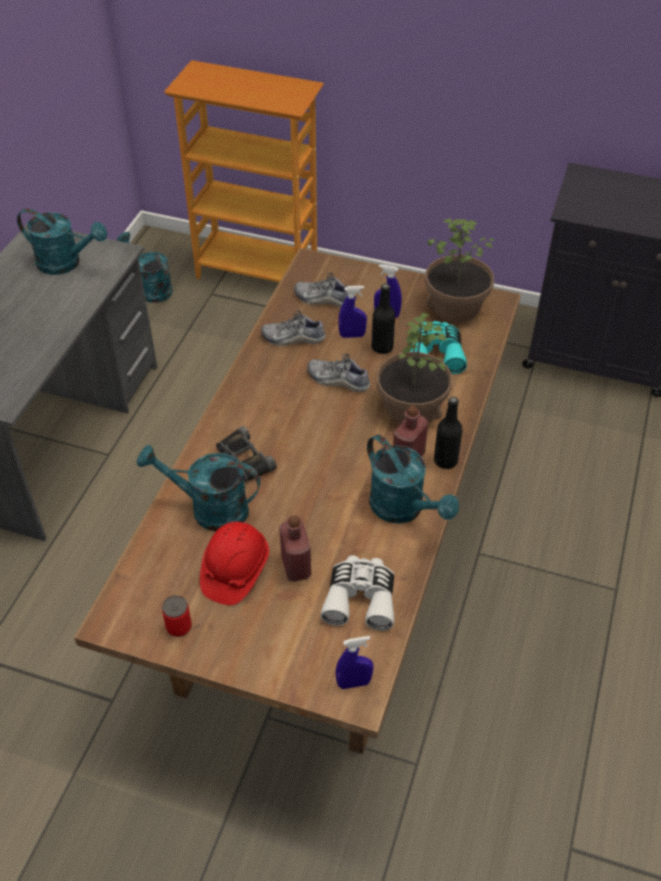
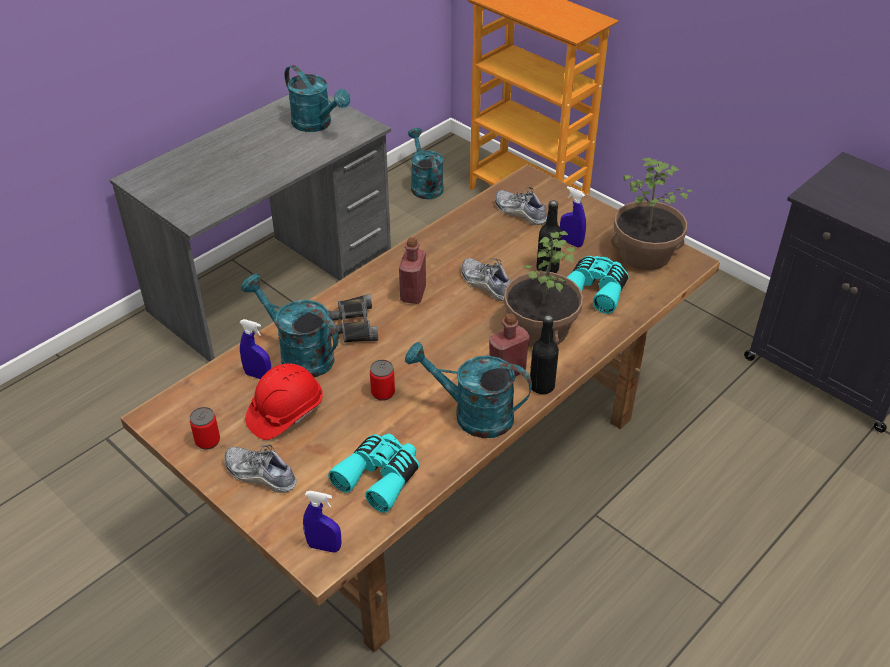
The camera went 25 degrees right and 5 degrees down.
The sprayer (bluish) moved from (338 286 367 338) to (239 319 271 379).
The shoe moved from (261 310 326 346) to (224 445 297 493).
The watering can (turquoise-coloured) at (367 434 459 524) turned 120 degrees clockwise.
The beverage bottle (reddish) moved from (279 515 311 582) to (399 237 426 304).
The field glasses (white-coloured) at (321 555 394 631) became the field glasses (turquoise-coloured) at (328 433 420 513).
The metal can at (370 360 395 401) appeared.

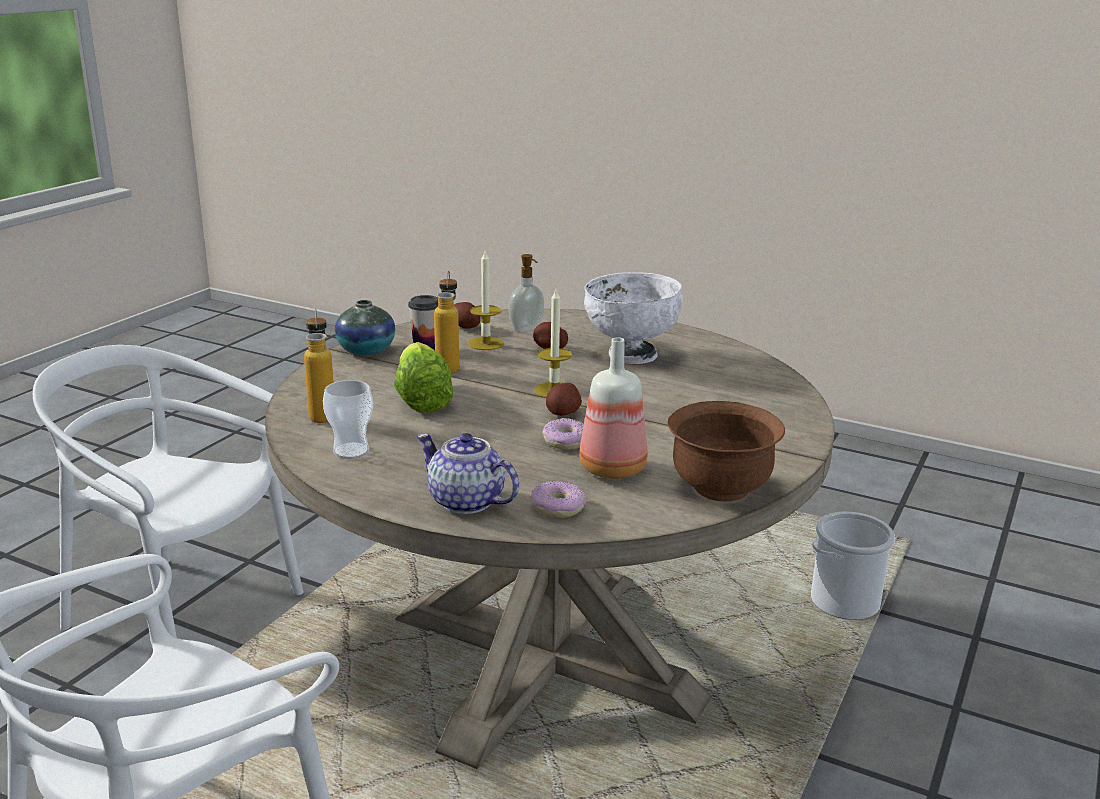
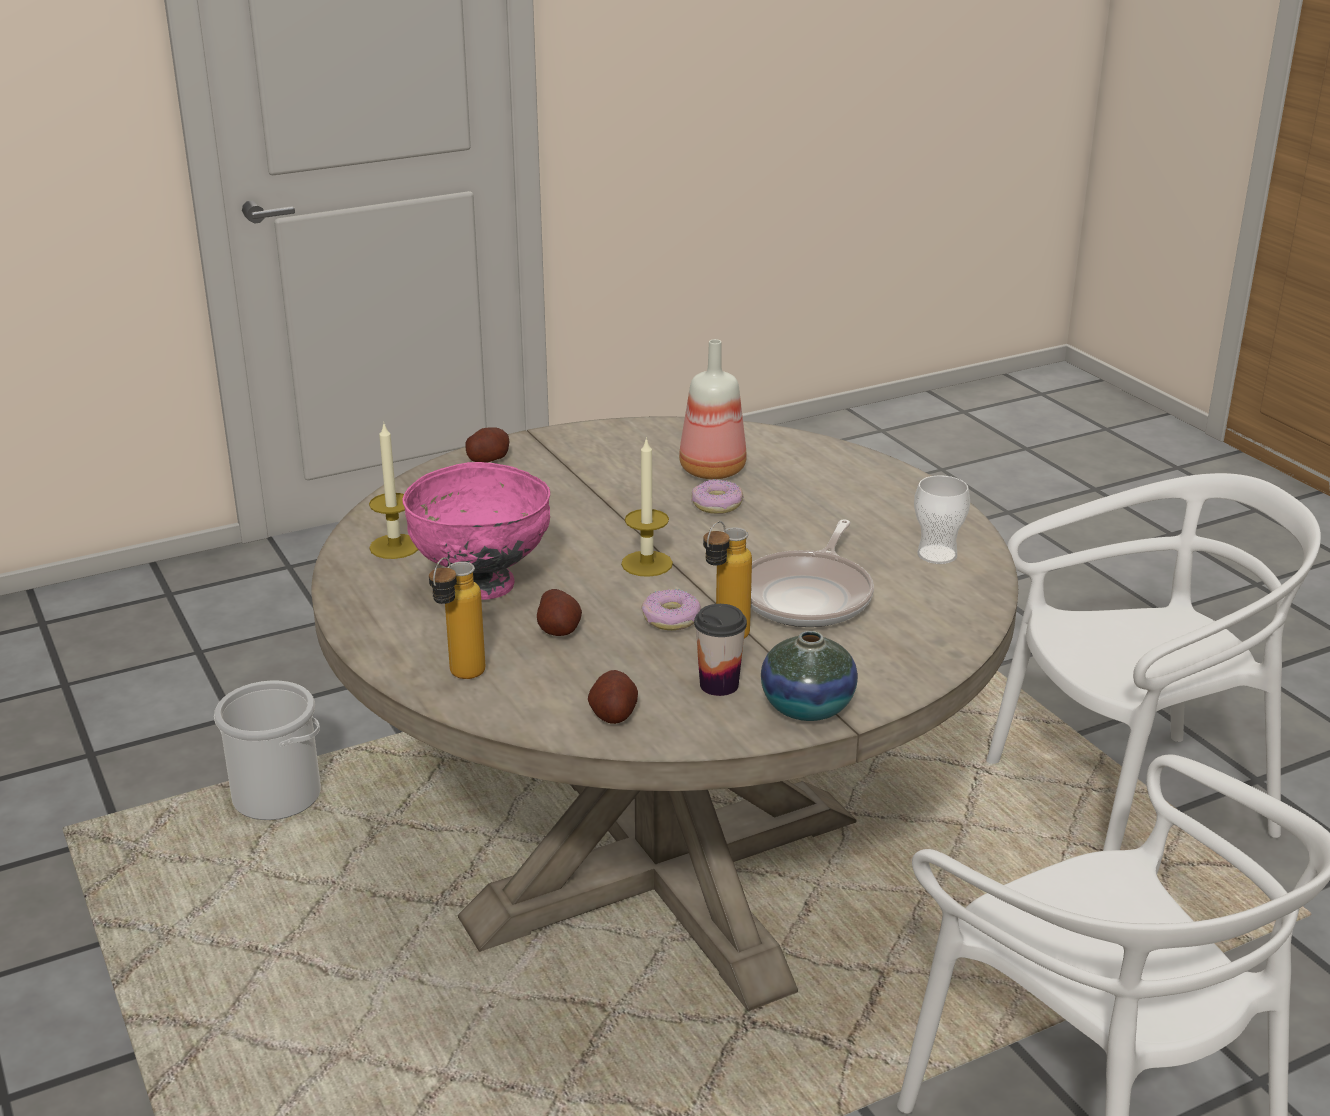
The camera went 145 degrees left and 5 degrees up.
The candle moved from (468 251 504 350) to (369 424 418 559).
The soap bottle at (508 254 544 332) disappeared.
The deep dish (white-coloured) at (584 272 683 364) became the deep dish (pinkish) at (403 462 550 600).
The beverage bottle moved from (304 308 334 423) to (429 557 485 679).
The lettuce at (394 342 453 413) was replaced by the skillet at (751 520 874 627).
The potato moved from (546 383 582 416) to (466 427 509 463).
The deep dish (brown-coloured) at (668 401 785 502) disappeared.
The pot for tea at (417 433 519 514) disappeared.
The donut moved from (530 481 586 518) to (641 589 701 630).

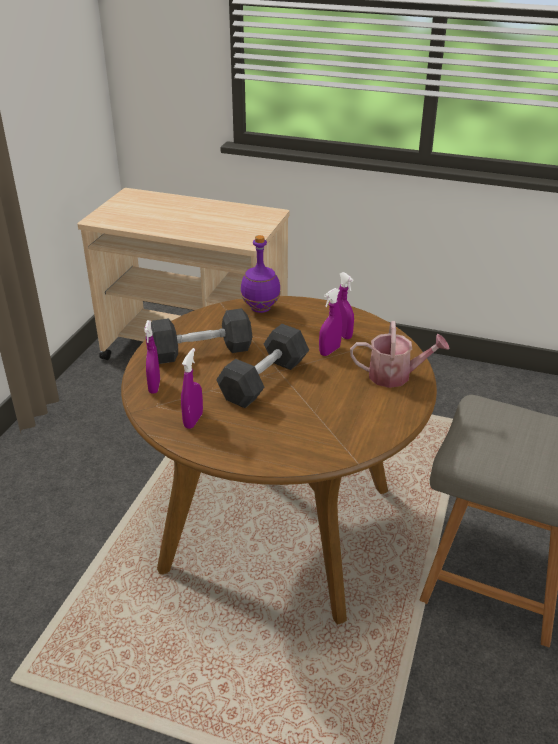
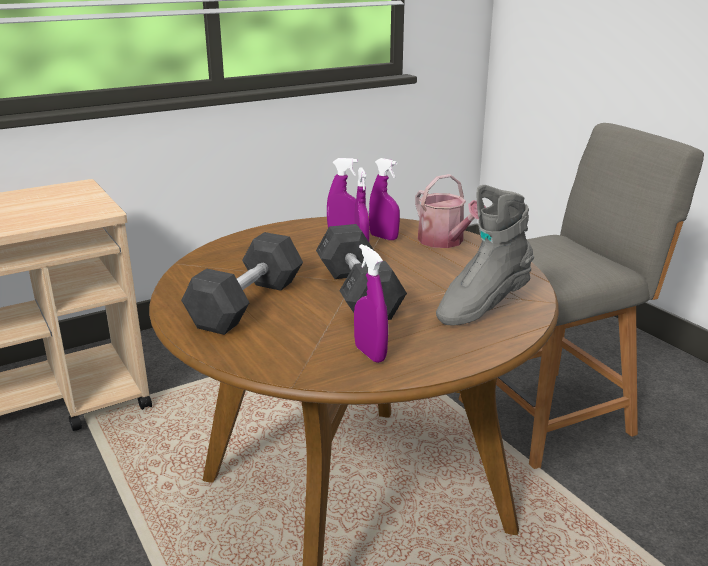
The camera went 50 degrees left and 10 degrees down.
The beverage bottle (purple) at (241 235 281 313) disappeared.
The sprayer (purple) moved from (145 320 160 394) to (369 158 400 240).
The watering can at (350 321 449 388) turned 105 degrees clockwise.
The high-top boot (gray) at (436 185 534 326) appeared.

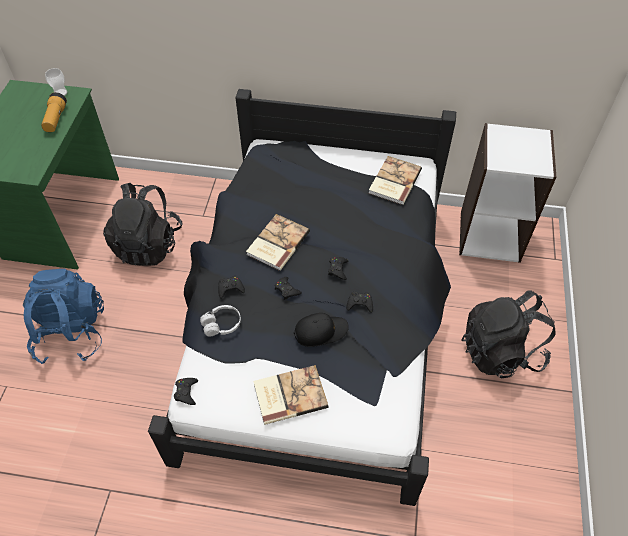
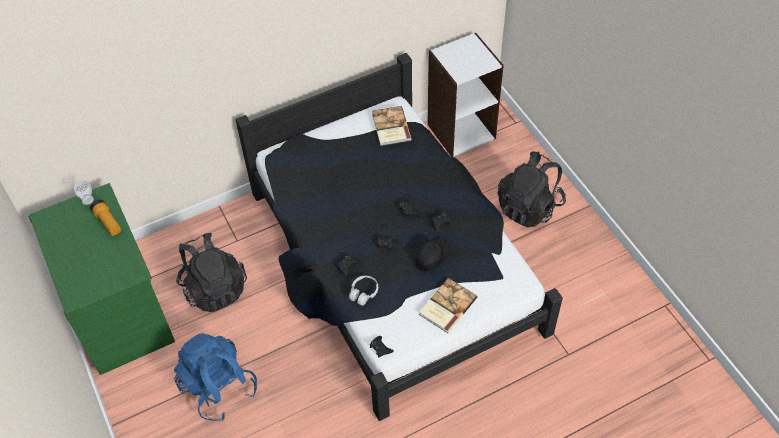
The camera went 35 degrees left and 0 degrees up.
The book at (246 214 310 271) disappeared.

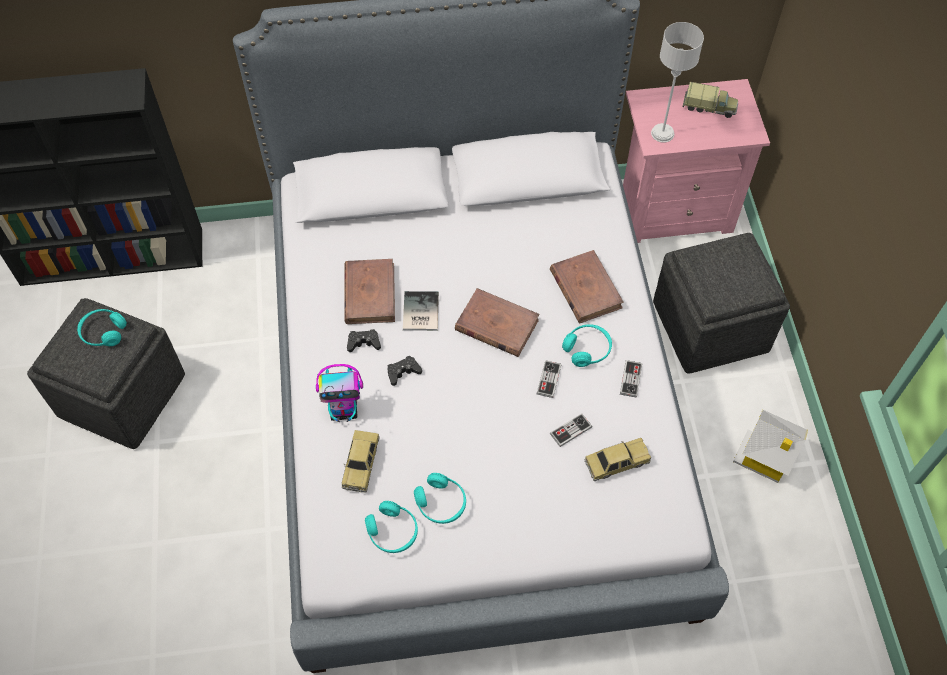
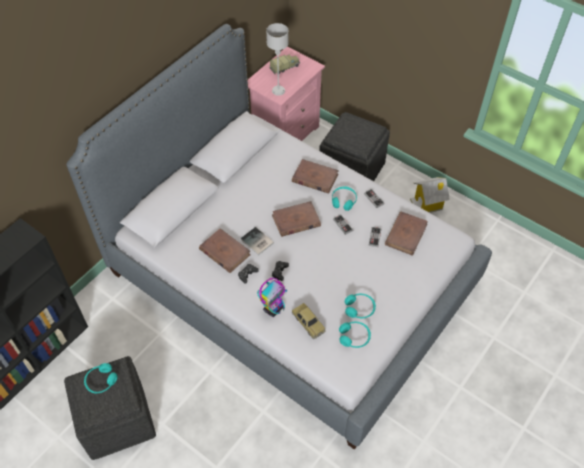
The camera went 45 degrees left and 5 degrees down.
The miniature car at (584 438 651 481) was replaced by the book (brown-coloured) at (385 211 428 256).

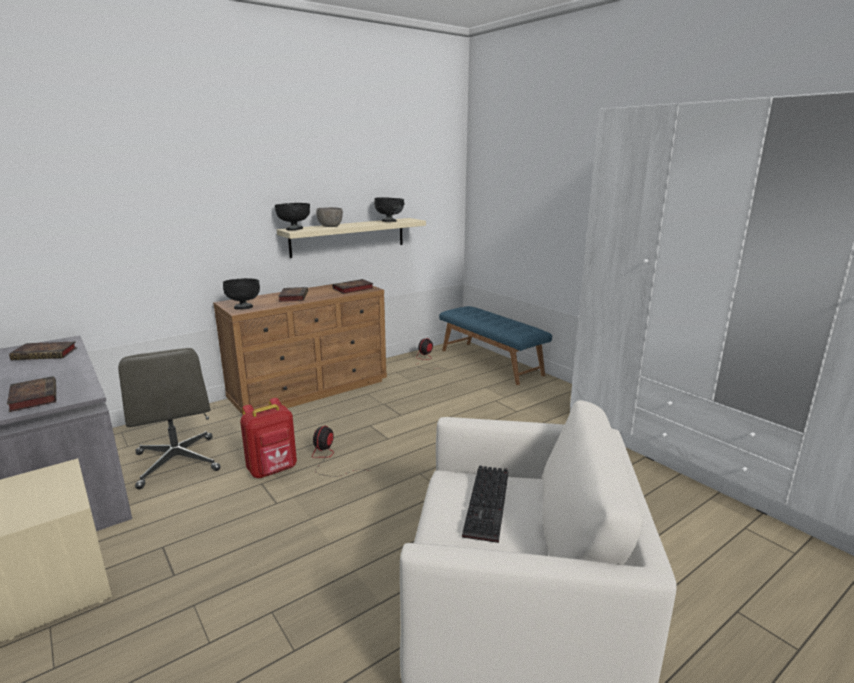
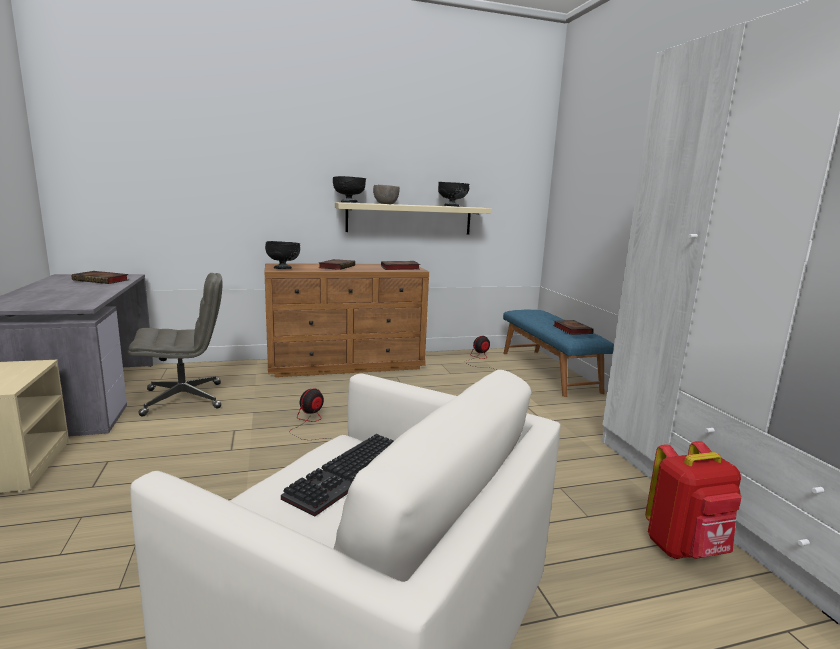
The camera went 20 degrees right and 5 degrees down.
The desk chair (gray) at (118 348 220 489) turned 105 degrees counterclockwise.
The book moved from (7 376 56 412) to (553 320 594 335).
The backpack (reddish) moved from (240 398 297 478) to (645 441 742 559).

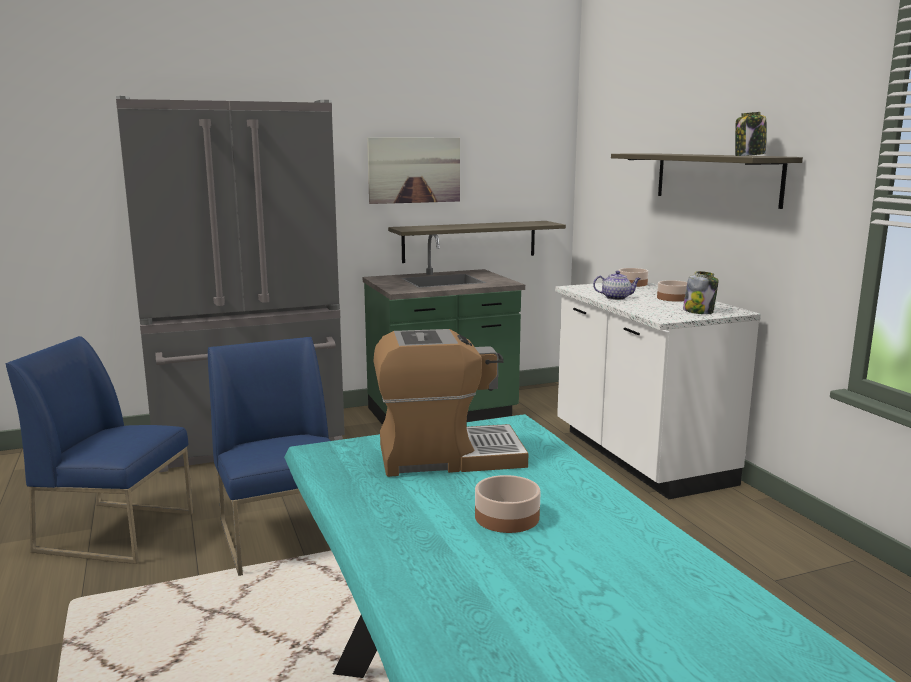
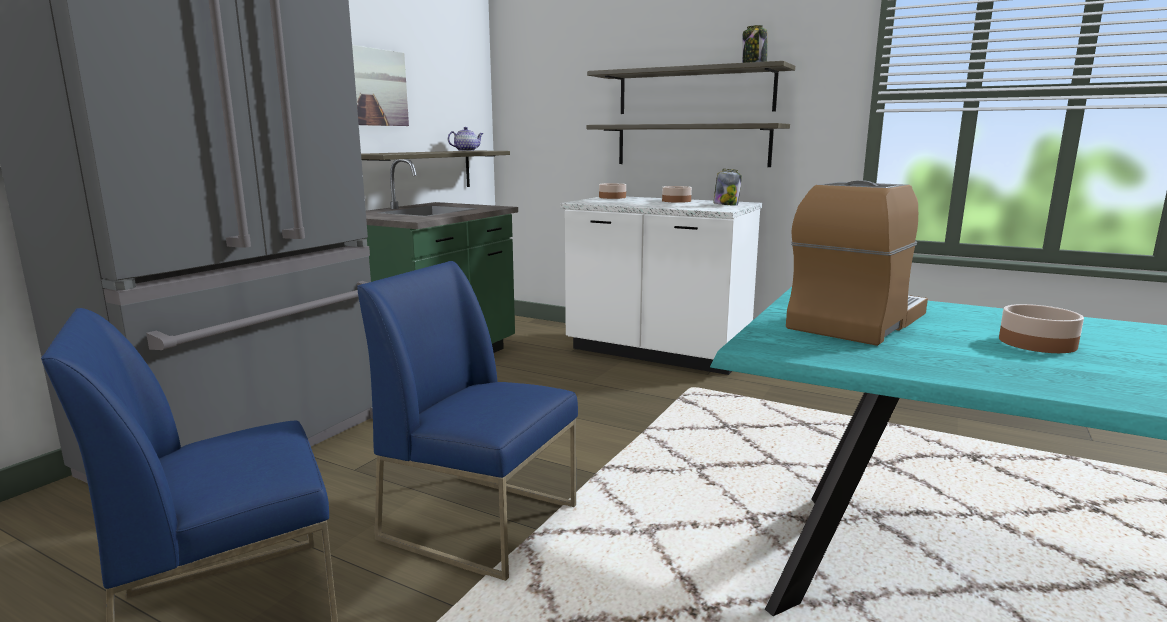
The camera went 40 degrees left and 0 degrees up.
The pot for tea moved from (593 271 641 300) to (448 127 483 151).
The bracket shelf at (587 123 790 167) appeared.

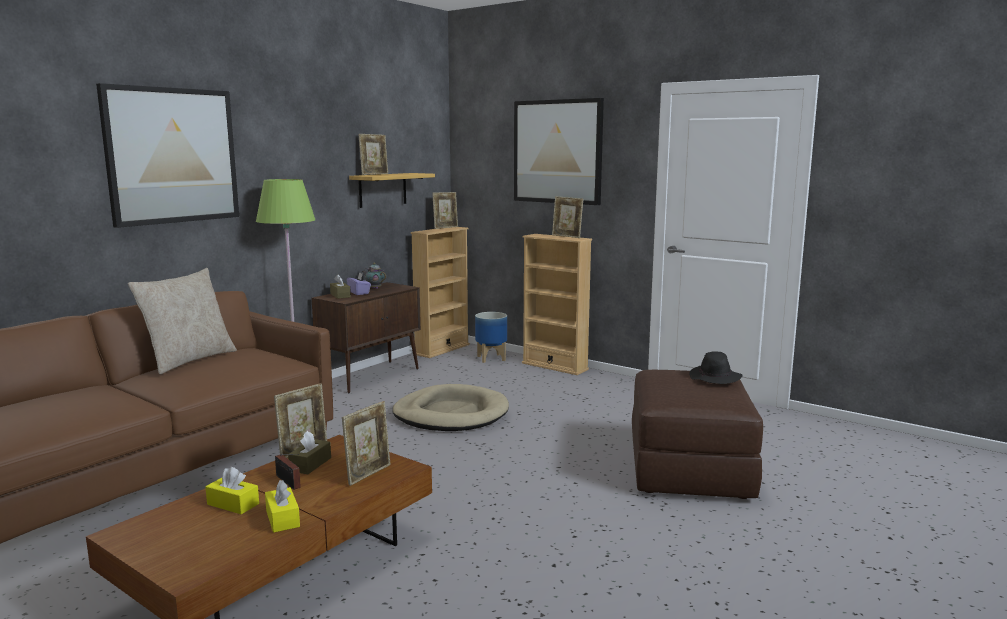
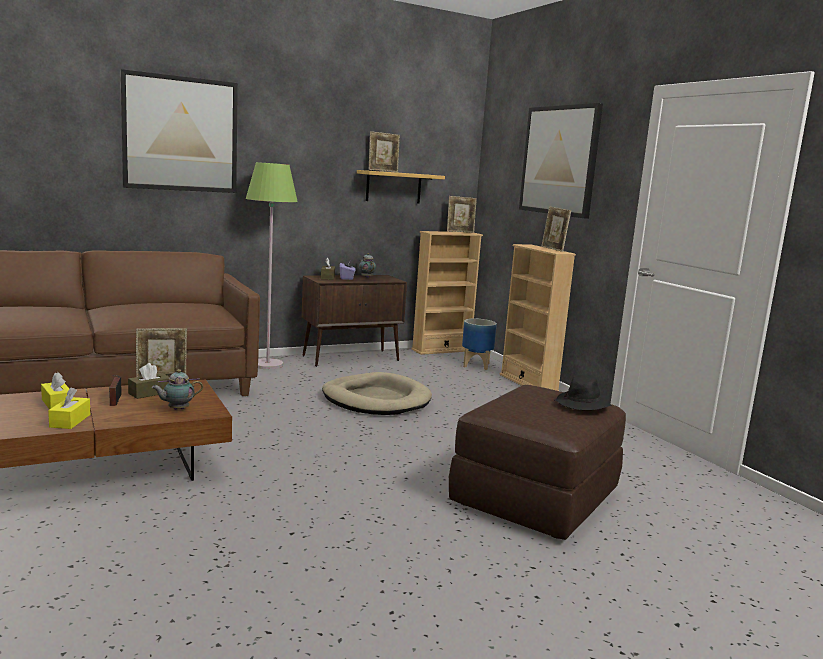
The camera went 25 degrees right and 0 degrees up.
The cushion (beige-coloured) at (128 268 237 374) disappeared.
The photo frame at (342 401 390 486) was replaced by the pot for tea at (151 369 203 410).

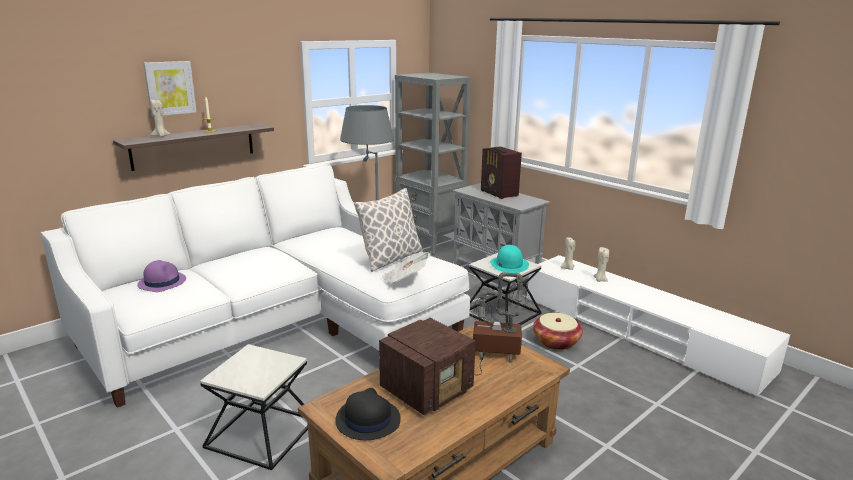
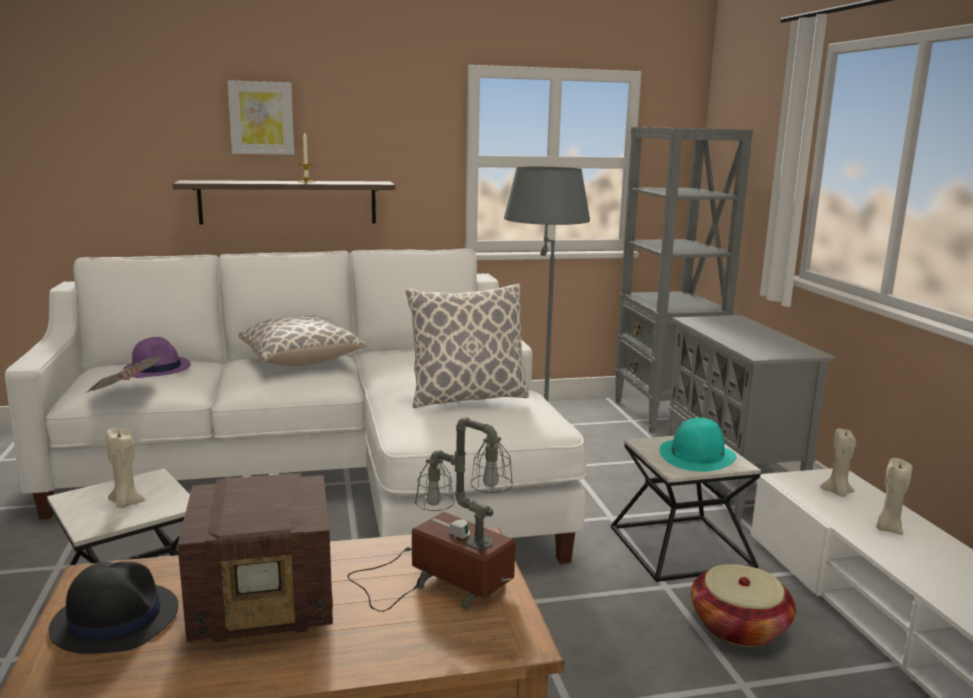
The camera went 30 degrees right and 5 degrees down.
The candle (beige-coloured) moved from (150 99 170 137) to (106 428 145 508).
The radio receiver at (481 146 522 199) disappeared.
The printed paper moved from (382 251 431 285) to (85 356 162 393).
The cushion at (239 315 366 366) appeared.

